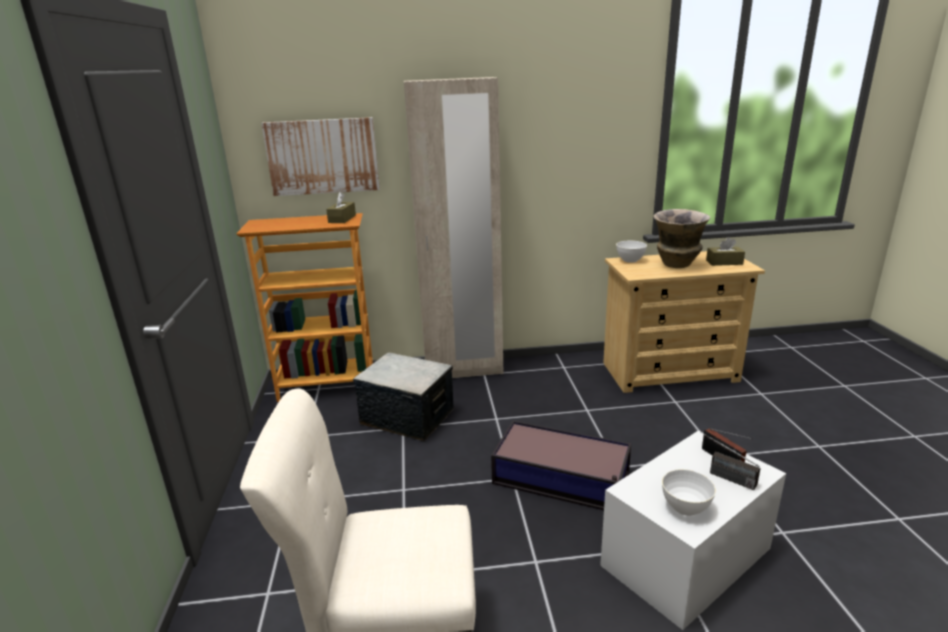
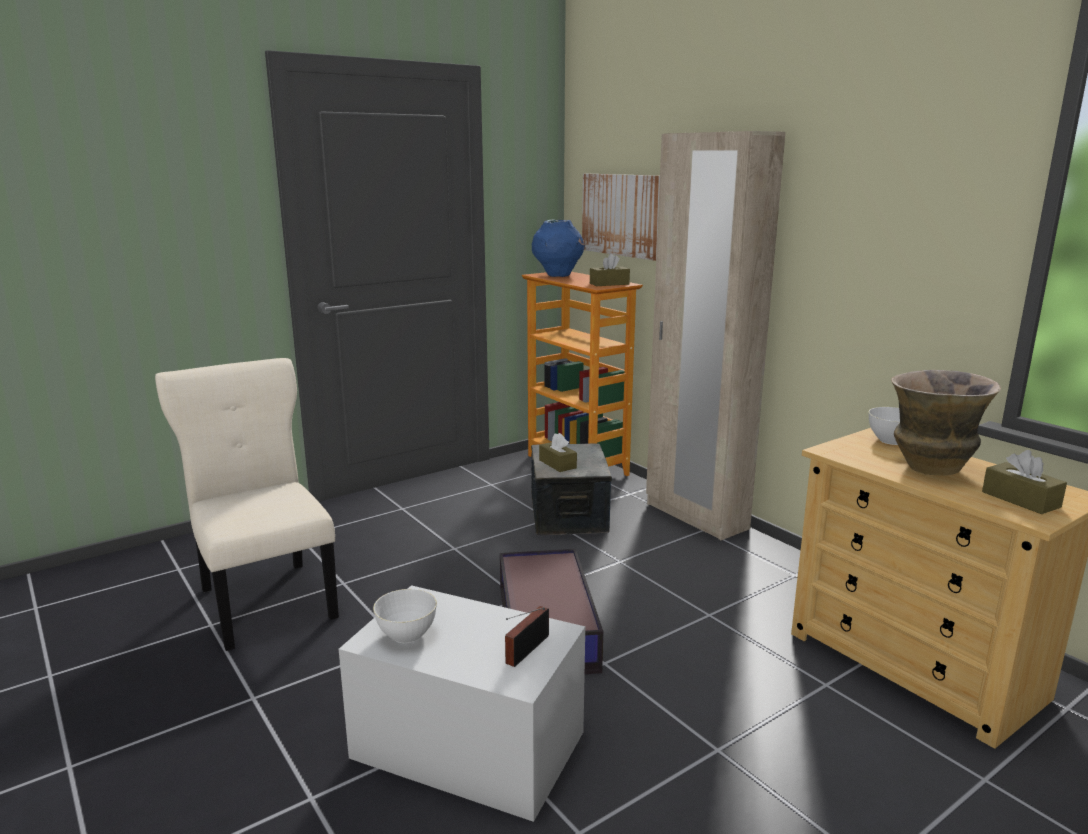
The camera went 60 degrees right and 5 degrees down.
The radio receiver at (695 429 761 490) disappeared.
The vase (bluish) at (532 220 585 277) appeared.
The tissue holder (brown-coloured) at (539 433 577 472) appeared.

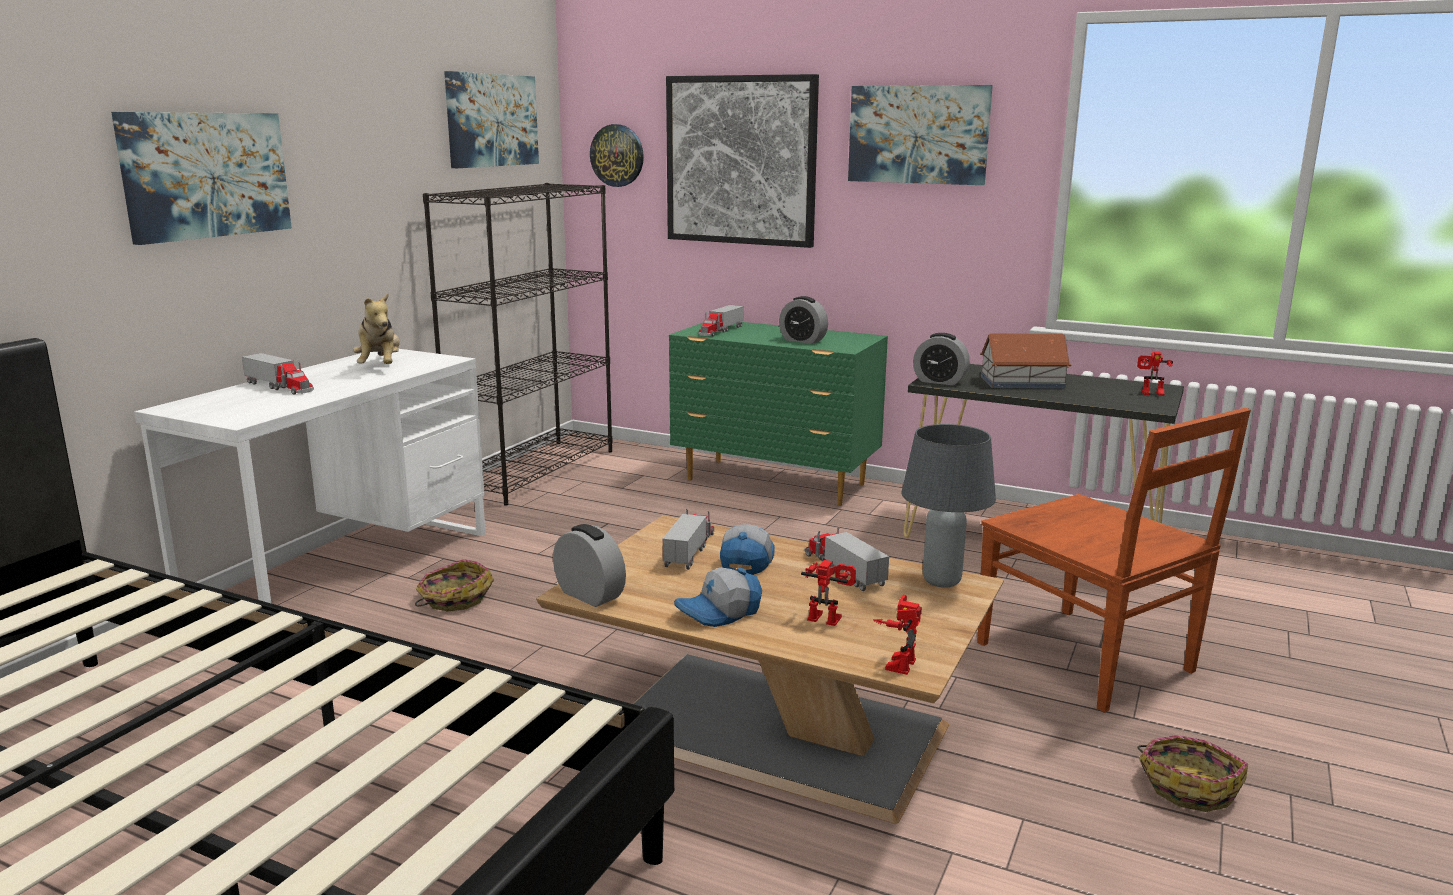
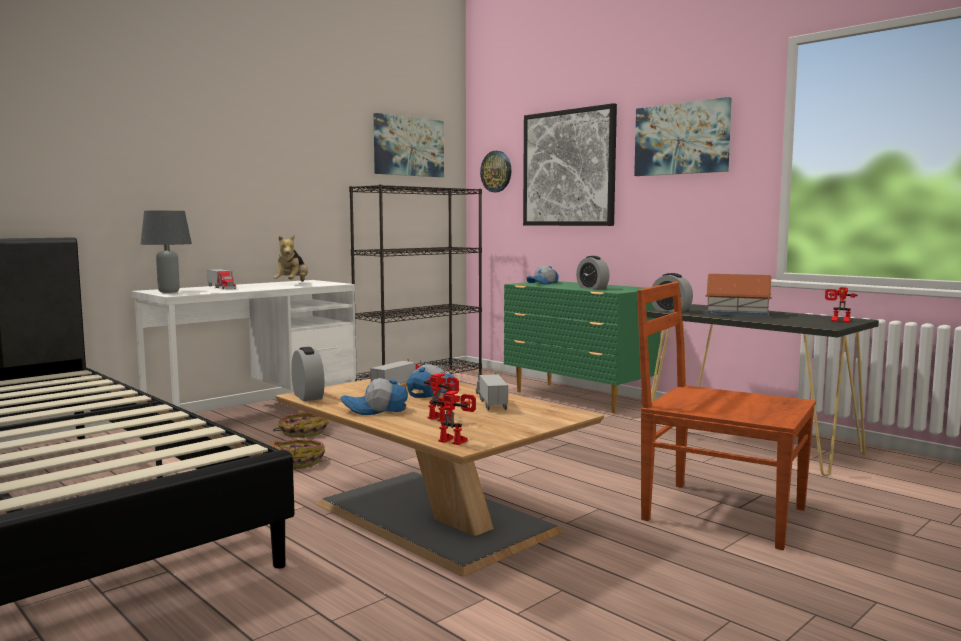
The camera went 20 degrees right and 10 degrees down.
The picture at (111 112 292 245) disappeared.
The toy lorry at (698 305 744 336) was replaced by the cap at (527 265 559 285).
The chair (brown-coloured) at (977 408 1251 713) turned 135 degrees clockwise.
The lamp for a table (gray) moved from (901 424 996 588) to (141 211 192 293).
The robot figure at (873 595 922 675) turned 75 degrees clockwise.
The storage basket moved from (1137 735 1248 812) to (270 439 325 469).

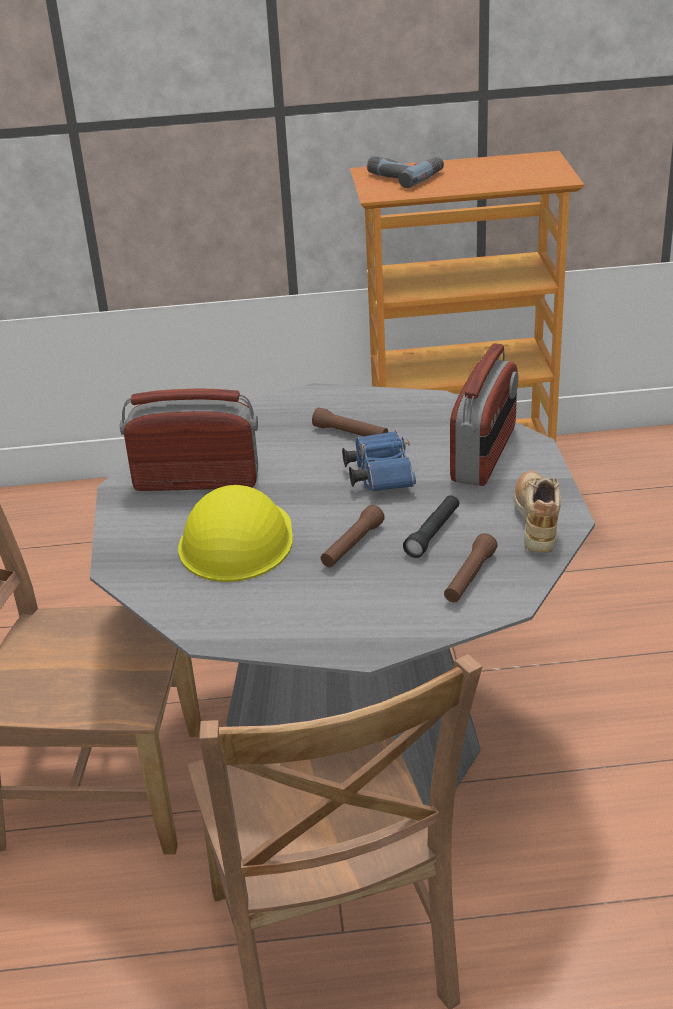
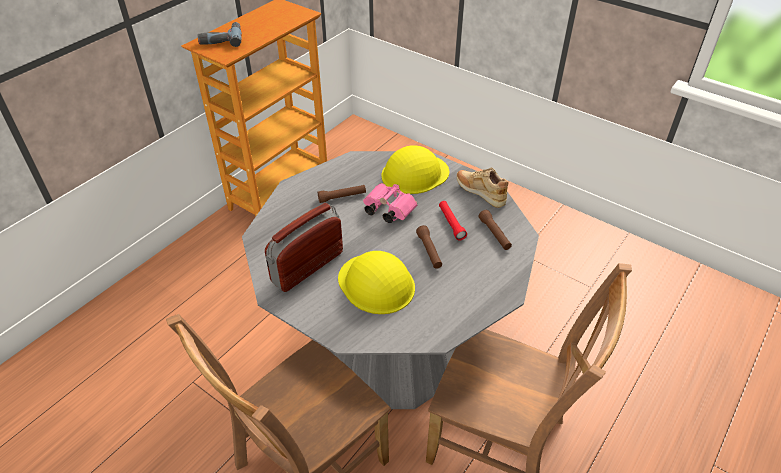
The camera went 50 degrees left and 10 degrees up.
The radio receiver at (450 343 518 486) was replaced by the hard hat (yellow-coloured) at (381 145 449 194).
The field glasses (bluish) at (342 431 416 491) became the field glasses (pinkish) at (363 183 417 223).
The flashlight (blackish) at (403 495 459 558) became the flashlight (reddish) at (439 201 467 241).

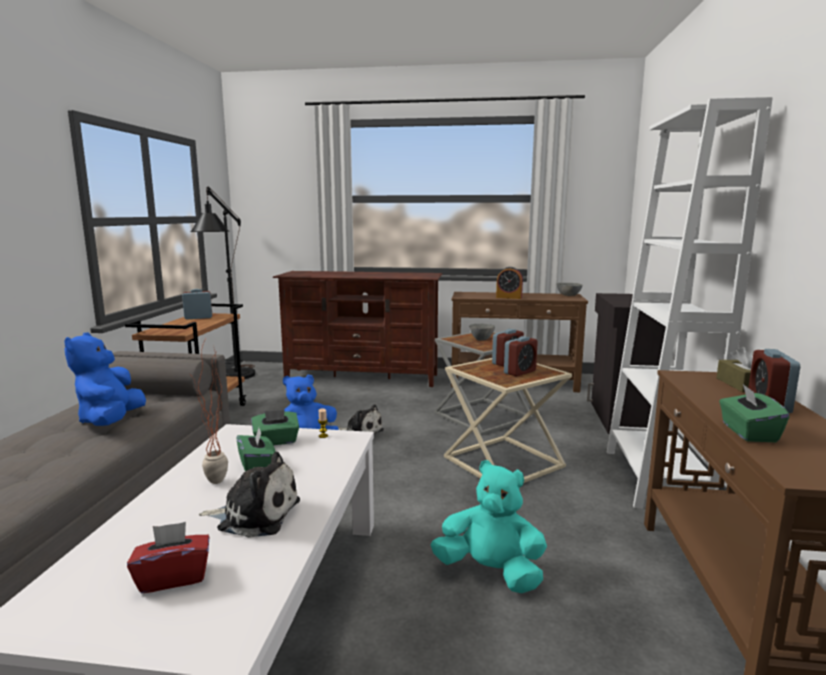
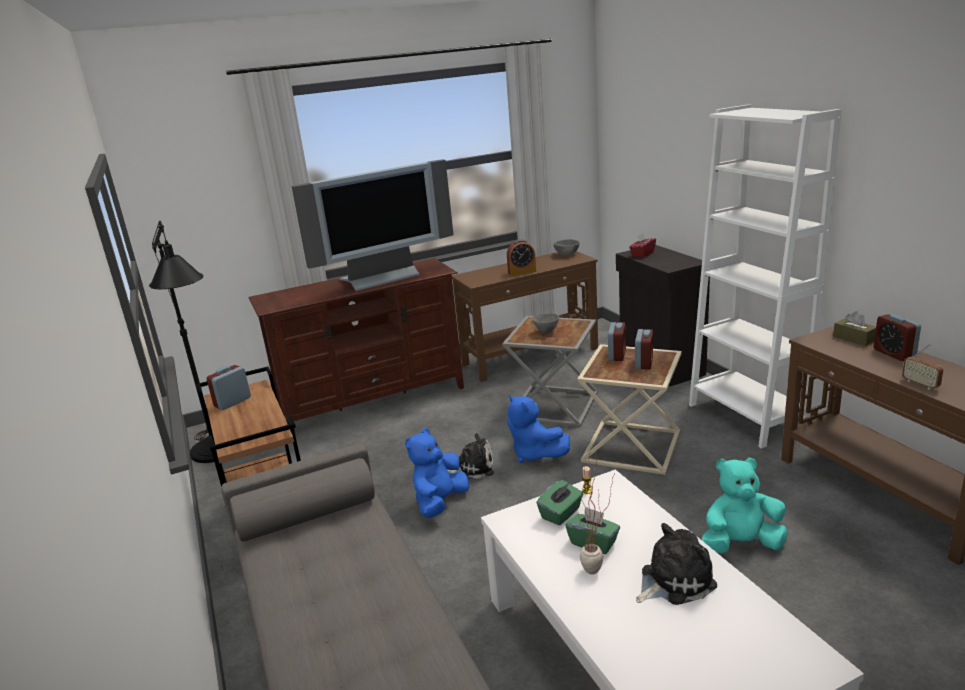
The camera went 30 degrees left and 10 degrees up.
The cuddly toy (bluish) moved from (64 333 146 426) to (507 395 570 463).
The tissue holder (greenish) at (719 384 790 442) was replaced by the radio receiver at (902 344 943 390).
The tissue holder (reddish) moved from (127 522 209 593) to (629 233 656 258).
The TV at (292 159 454 291) appeared.

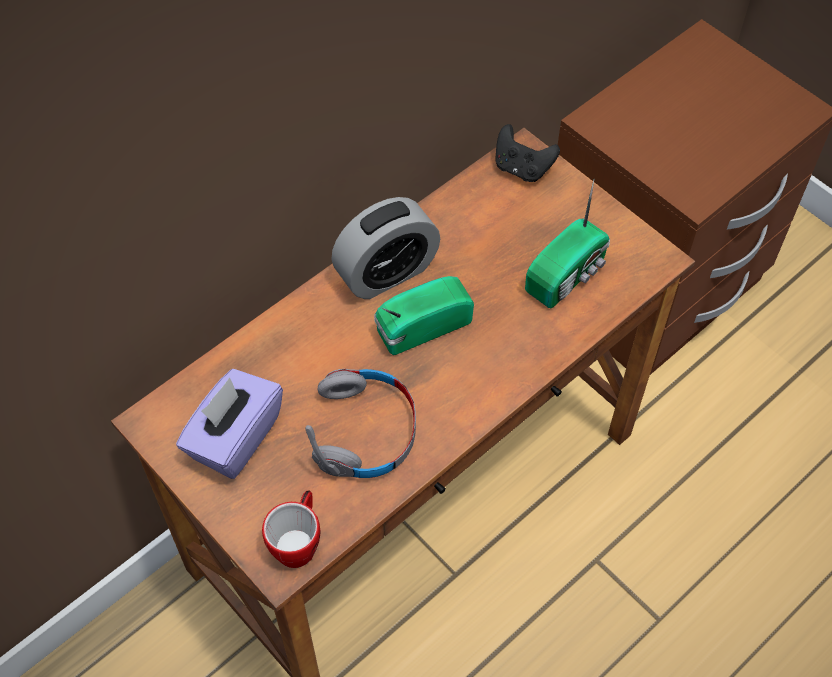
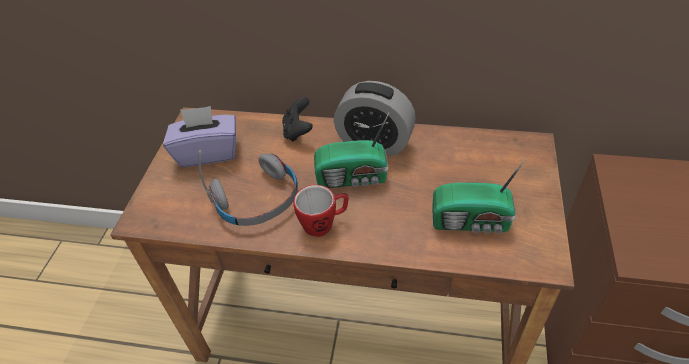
The camera went 55 degrees right and 10 degrees down.
The gamepad (blackish) moved from (495 124 560 182) to (282 97 313 142).
The radio receiver at (374 276 474 355) turned 150 degrees clockwise.
The mug moved from (262 490 321 568) to (293 185 348 237).

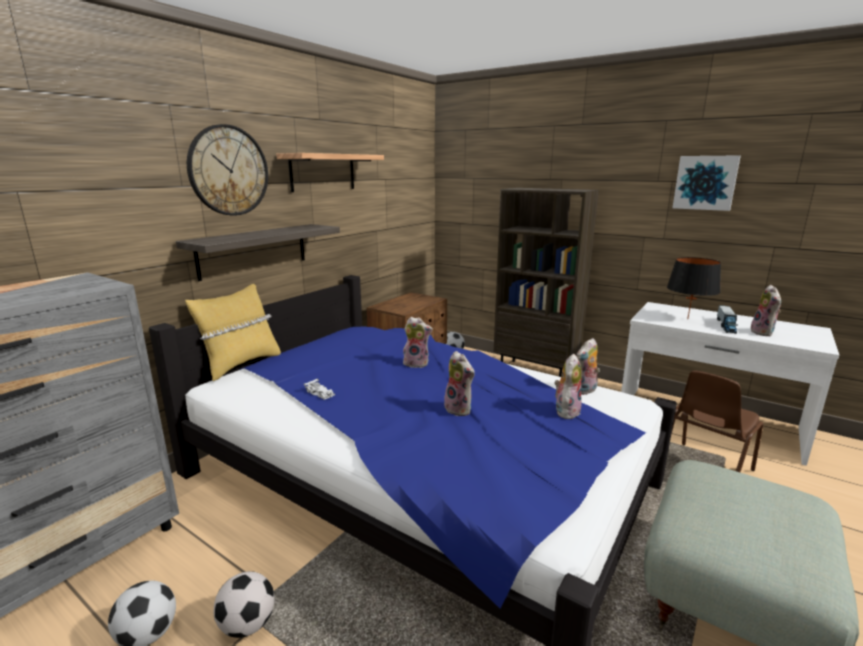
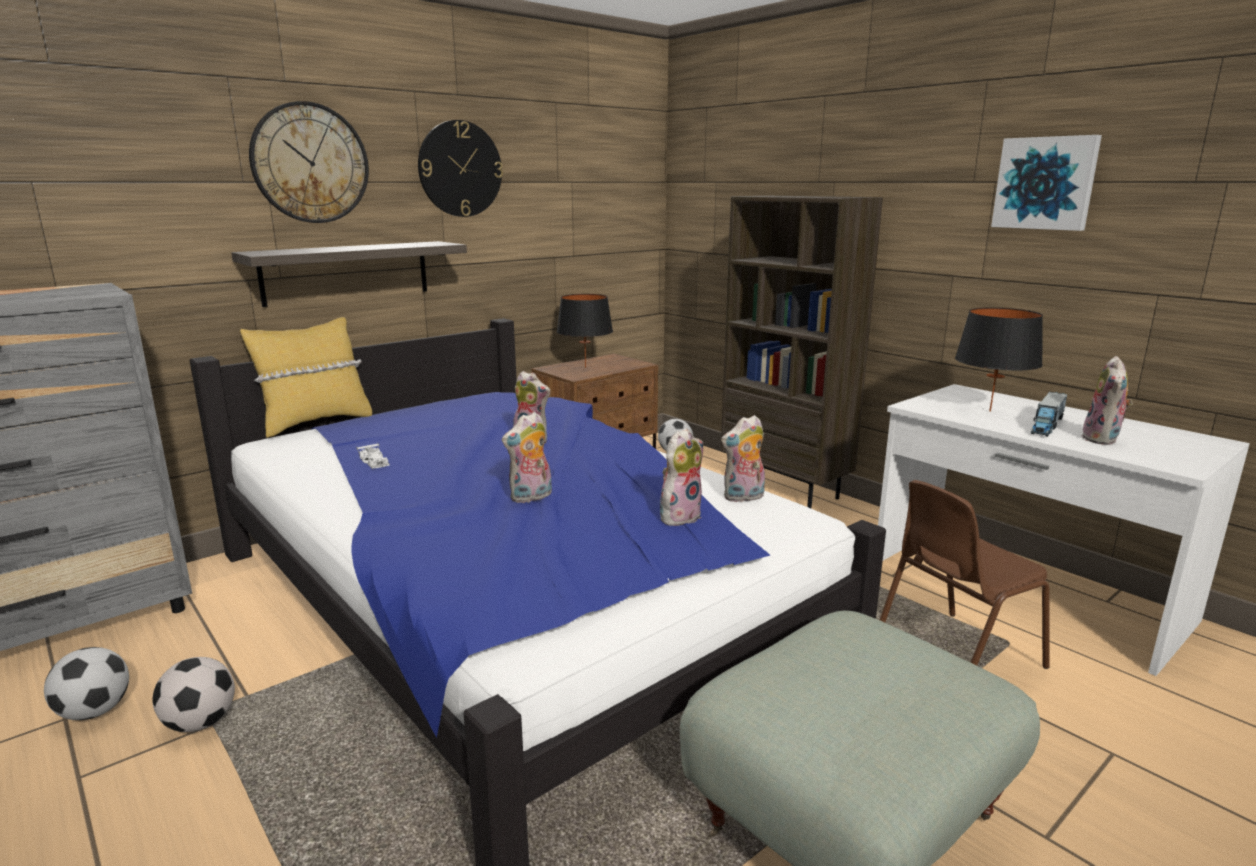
The camera went 15 degrees right and 0 degrees up.
The bracket shelf at (276 153 384 192) was replaced by the hanging clock at (418 120 503 217).
The cuddly toy at (444 351 475 416) turned 75 degrees clockwise.
The lamp for a table (blackish) at (557 294 613 368) appeared.

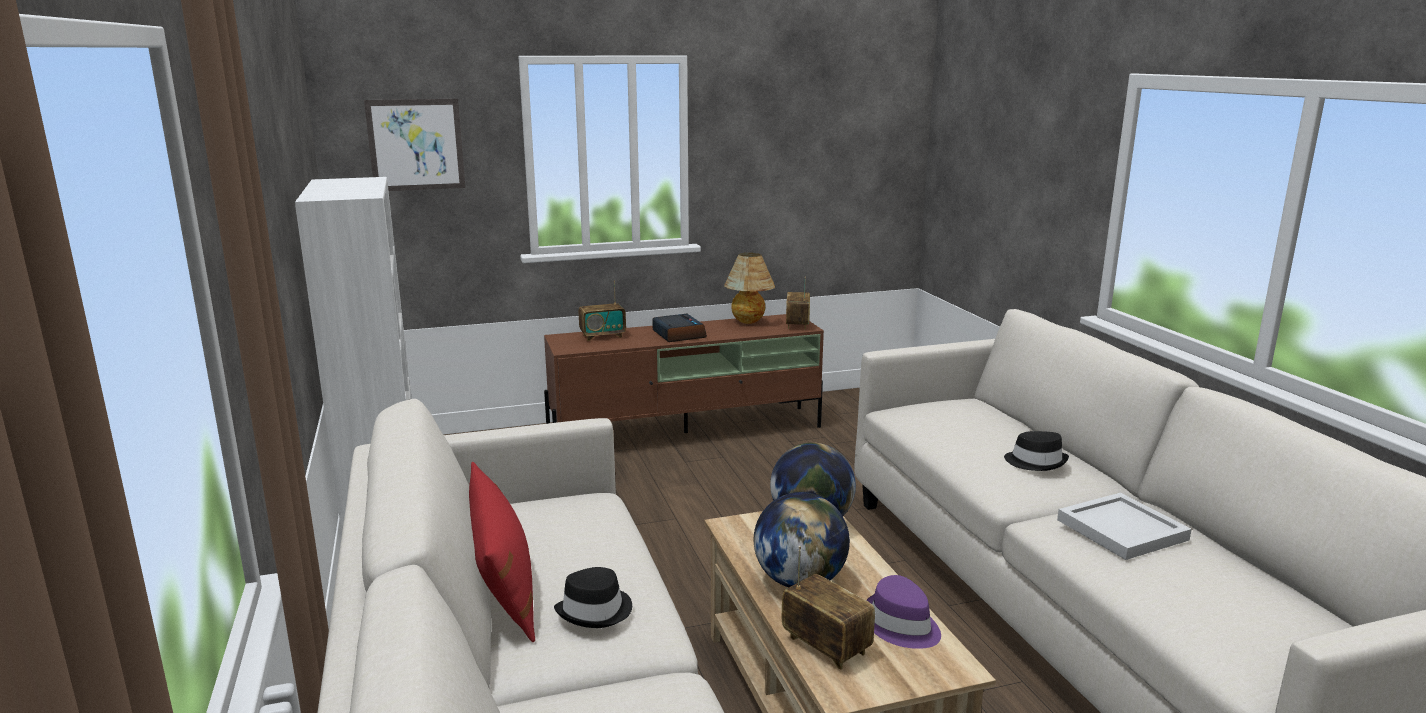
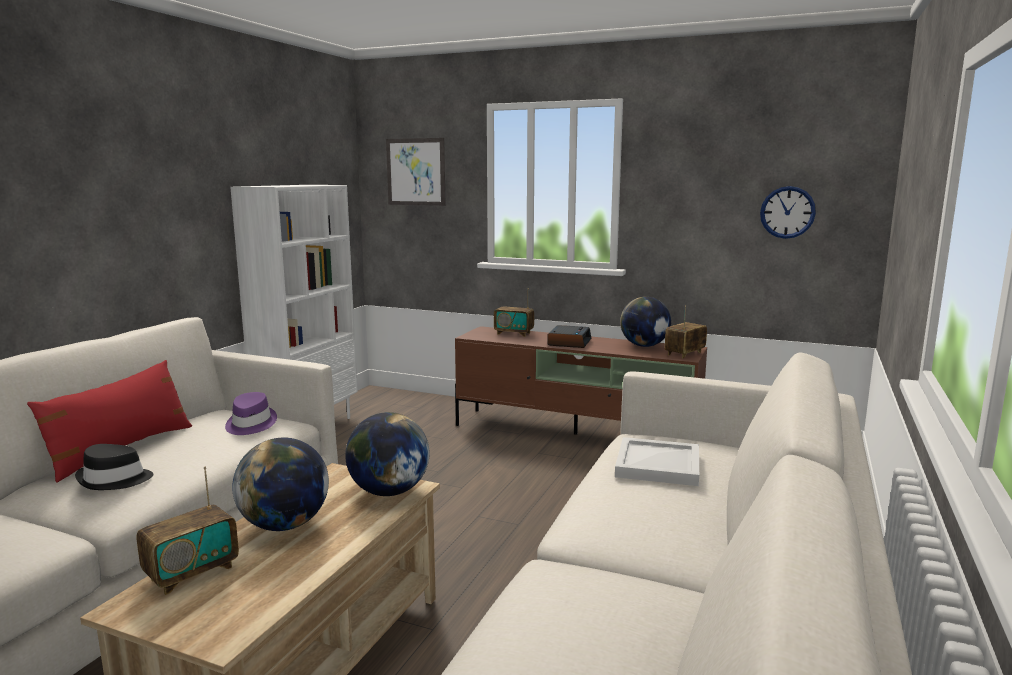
The camera went 40 degrees right and 5 degrees down.
The lamp for a table at (724 253 775 324) was replaced by the desk globe at (620 297 671 347).
The hat (blackish) at (1004 431 1069 471) disappeared.
The carrying tray (white-coloured) moved from (1057 493 1192 560) to (615 437 699 486).
The radio receiver at (782 546 875 669) turned 45 degrees clockwise.
The hat (purple) moved from (867 575 941 649) to (225 392 277 435).
The hanging clock at (760 186 816 239) appeared.

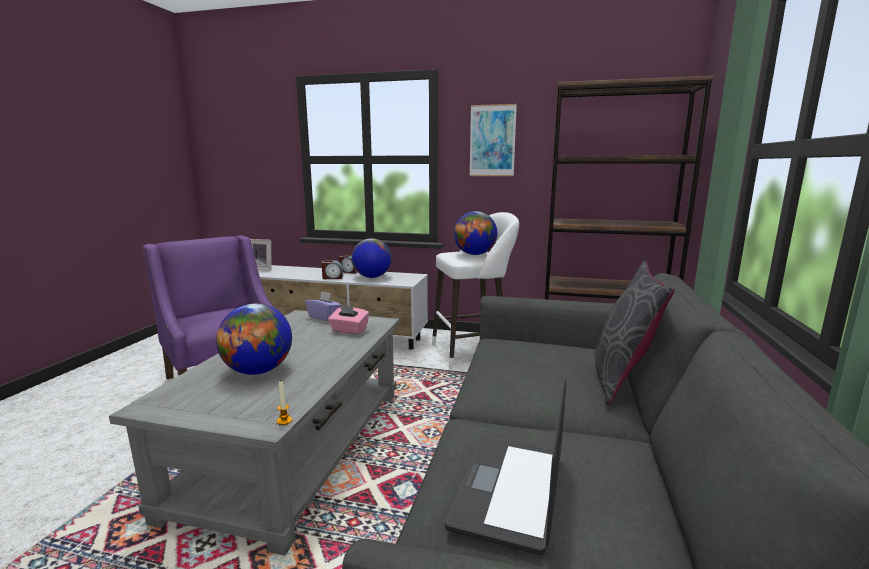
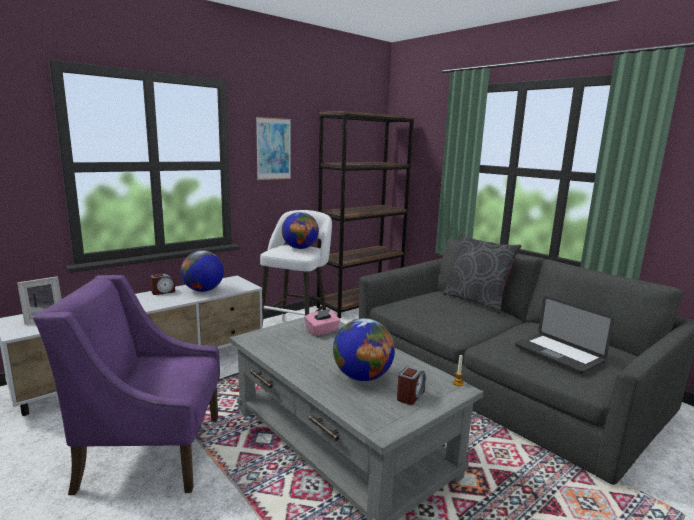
The camera went 55 degrees left and 0 degrees up.
The table clock moved from (322 260 343 279) to (397 366 426 405).
The tissue holder (purple) at (305 291 342 321) disappeared.

